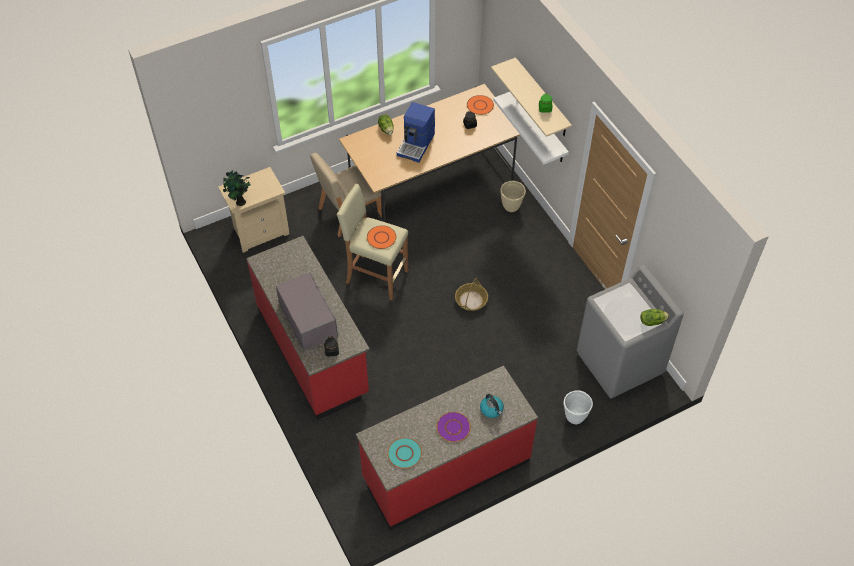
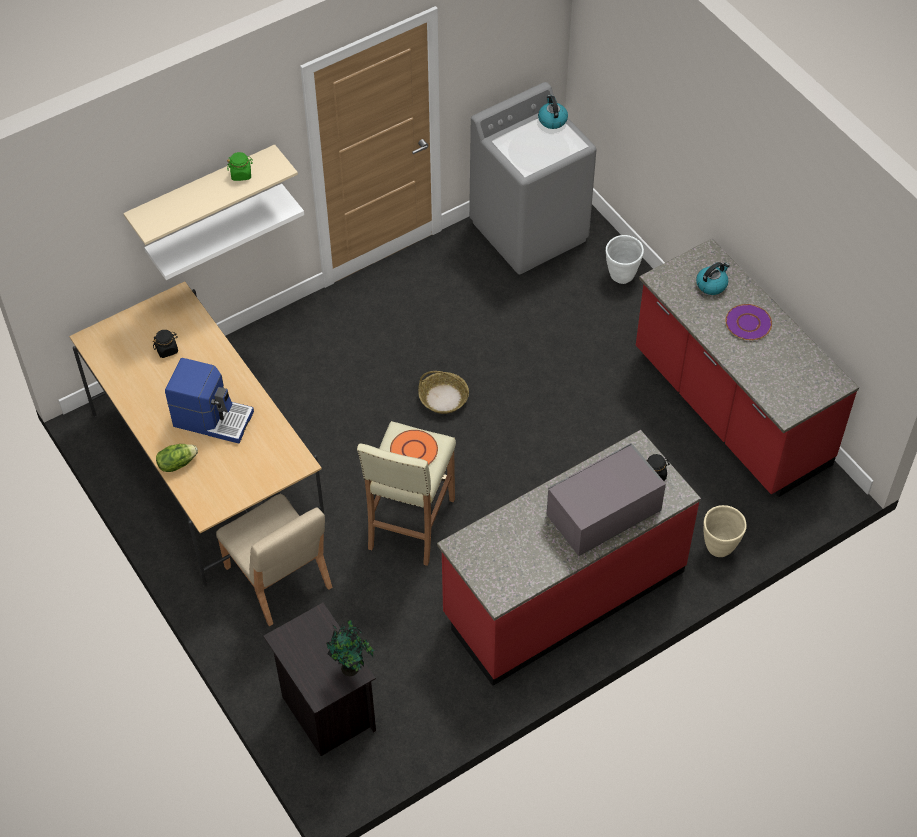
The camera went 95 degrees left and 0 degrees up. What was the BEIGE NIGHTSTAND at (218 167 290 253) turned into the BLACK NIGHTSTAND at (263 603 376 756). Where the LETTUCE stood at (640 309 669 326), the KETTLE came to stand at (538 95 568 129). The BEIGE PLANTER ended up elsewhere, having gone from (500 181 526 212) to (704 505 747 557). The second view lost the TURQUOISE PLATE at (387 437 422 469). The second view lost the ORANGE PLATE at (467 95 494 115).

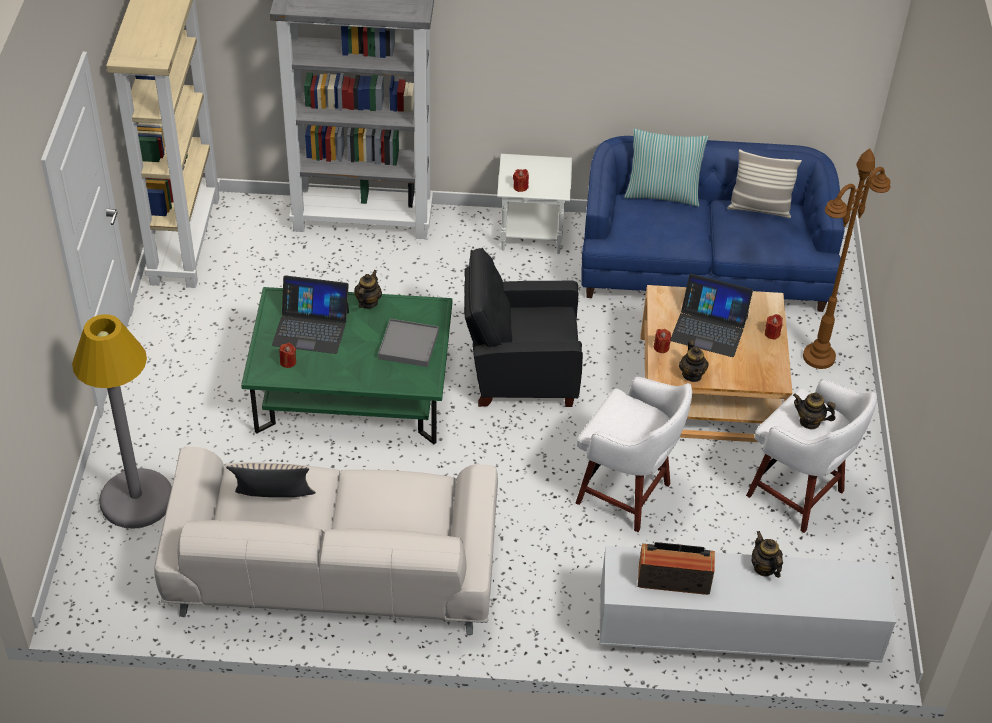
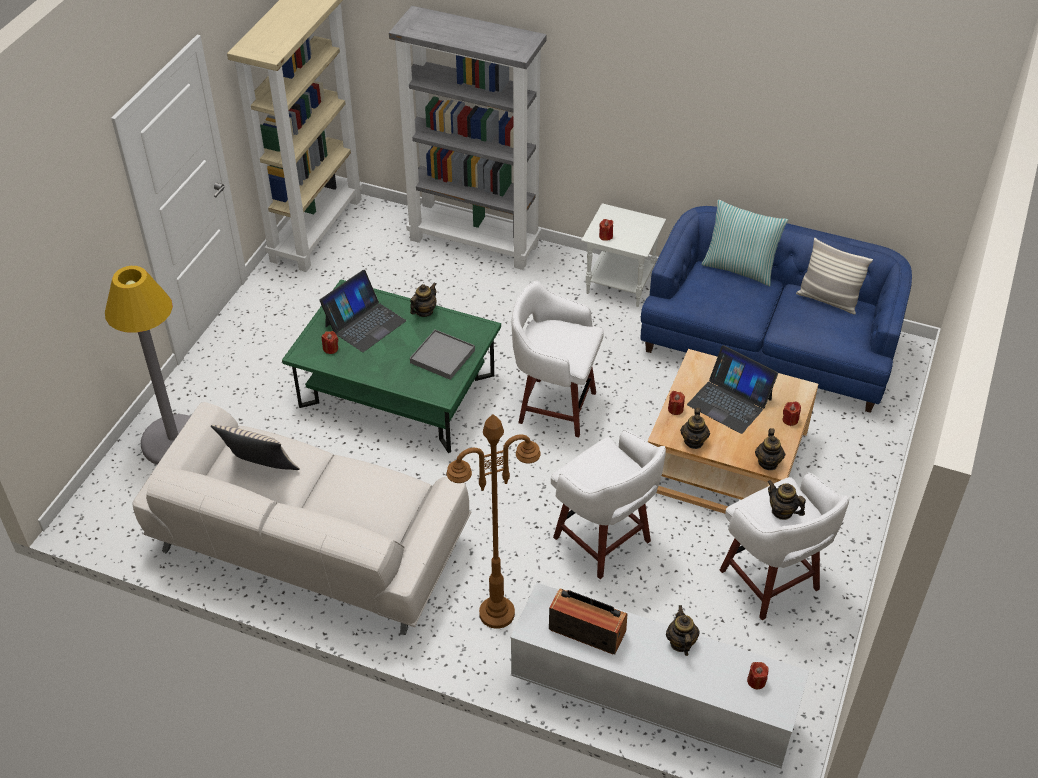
The camera went 20 degrees right and 0 degrees up. The LAPTOP at (272 275 349 354) ended up facing another way, 75 degrees counterclockwise from before. The BROWN FLOOR LAMP ended up elsewhere, having gone from (803 149 891 369) to (447 414 541 629). Where the BLACK ARMCHAIR stood at (464 248 583 407), the WHITE STOOL came to stand at (512 281 604 437). The second view gained the RED CANDLE at (747 662 769 689). The second view gained the TEAPOT at (755 428 785 470).

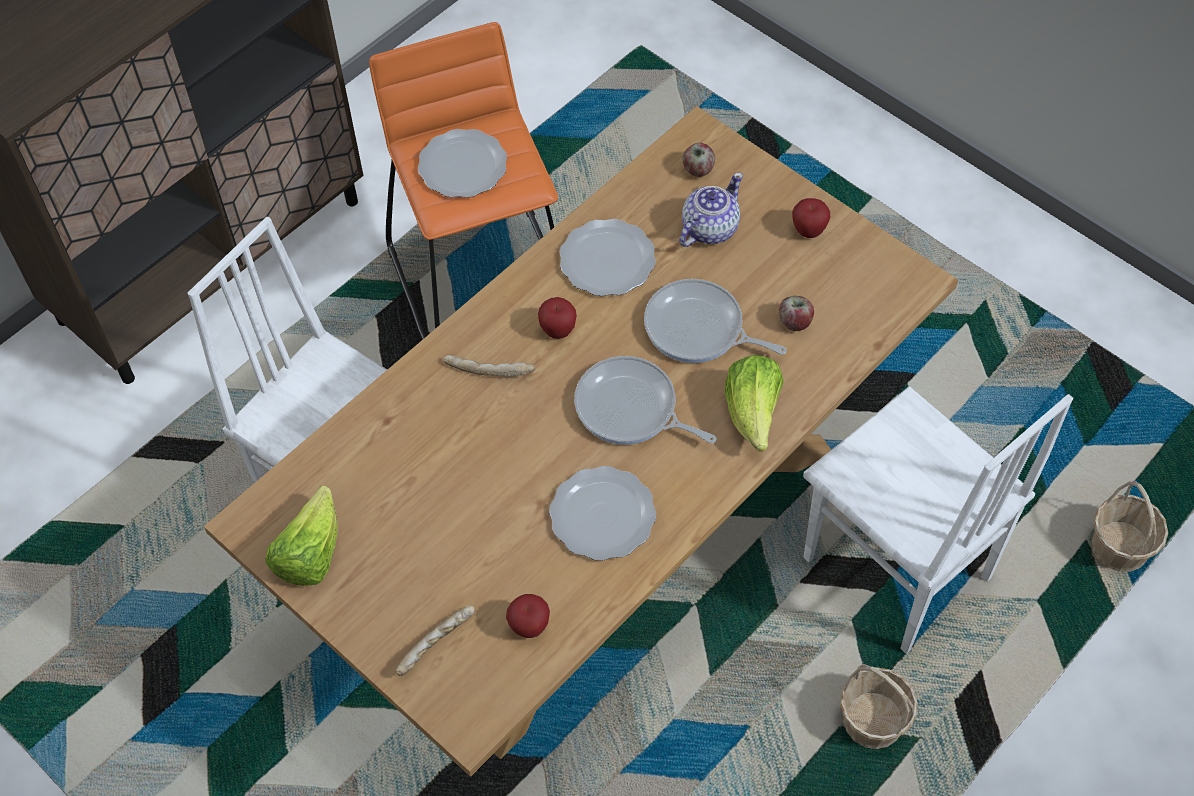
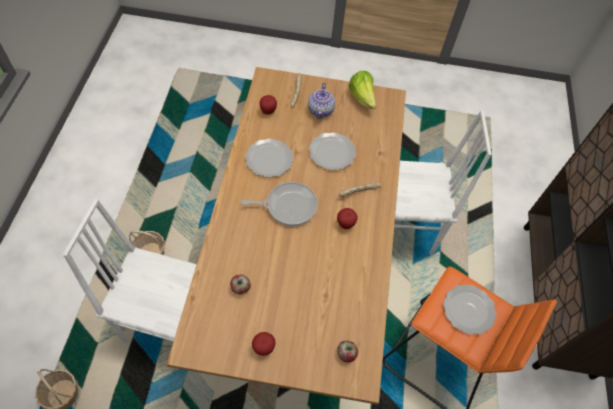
The camera went 140 degrees right and 0 degrees up. The TEAPOT ended up elsewhere, having gone from (679 173 743 247) to (308 82 335 119). The PLATE ended up elsewhere, having gone from (559 219 656 296) to (309 133 356 170). The second view lost the FRYING PAN at (644 279 787 363). The second view lost the LETTUCE at (724 355 784 451).

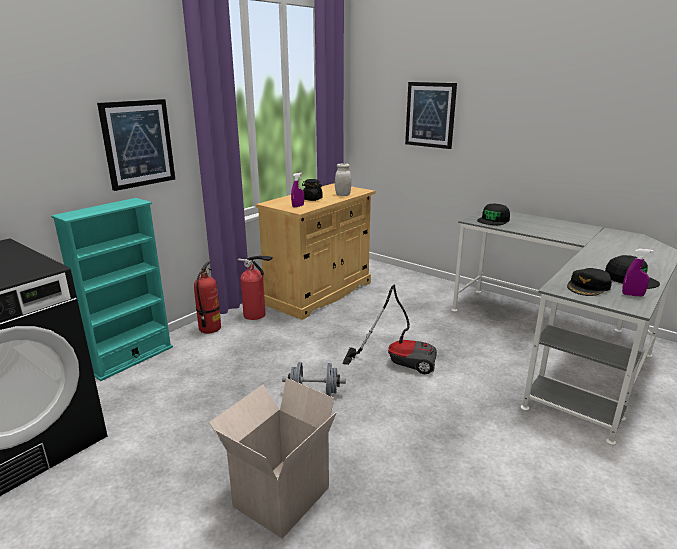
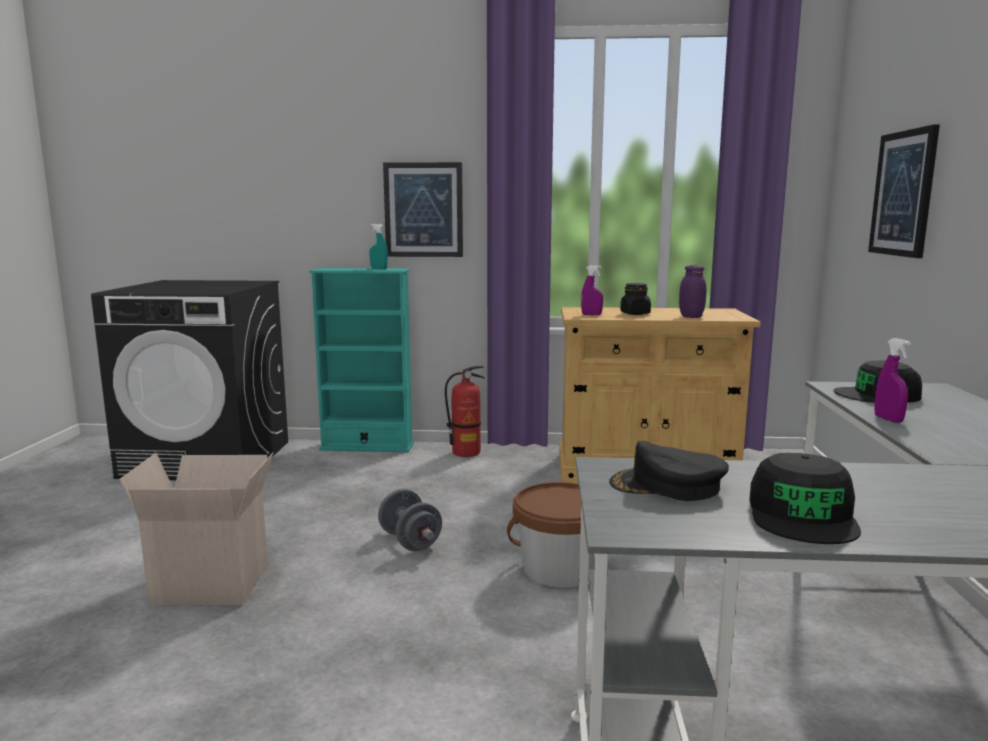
The camera went 55 degrees right and 10 degrees down. The second view gained the TURQUOISE SPRAY BOTTLE at (370 224 388 269). Where the VACUUM CLEANER stood at (343 284 437 374), the BROWN BUCKET came to stand at (507 482 595 588). What was the WHITE JAR at (335 163 352 196) turned into the PURPLE JAR at (679 265 706 318). The PURPLE SPRAY BOTTLE ended up elsewhere, having gone from (622 249 654 297) to (874 338 911 423). The second view lost the FIRE EXTINGUISHER at (238 256 273 320).

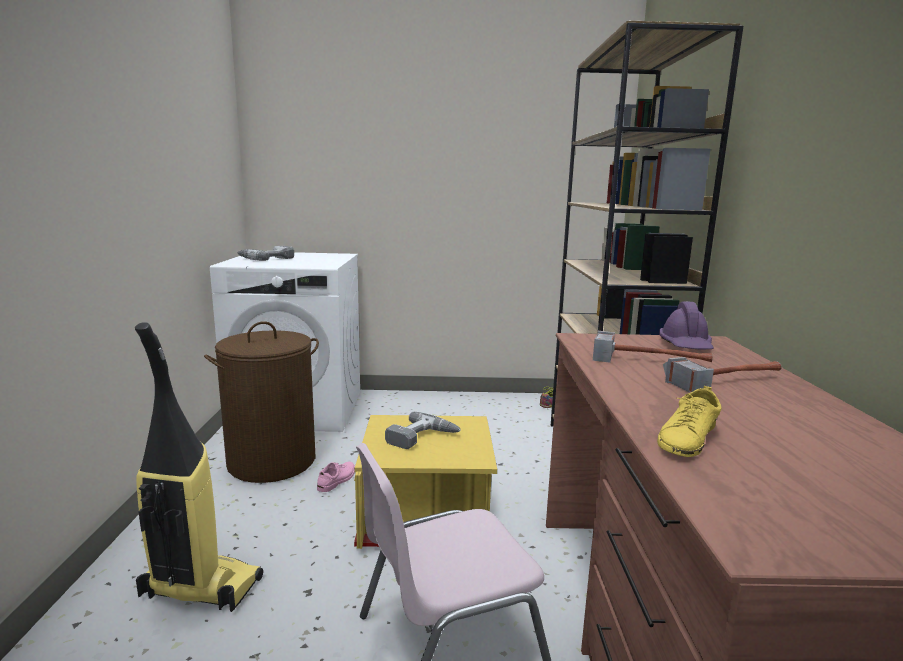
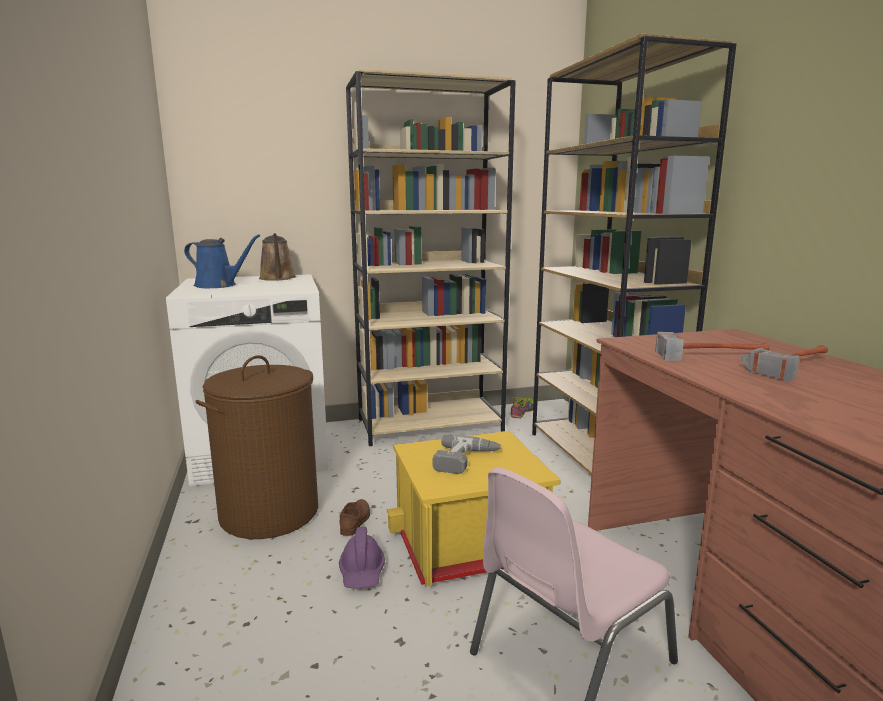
The camera went 15 degrees left and 0 degrees up. Where the POWER DRILL stood at (238 246 294 261), the BLUE WATERING CAN came to stand at (184 234 260 288). The second view gained the BROWN WATERING CAN at (259 233 297 280). The PURPLE HARD HAT ended up elsewhere, having gone from (659 301 714 349) to (339 527 385 589). What was the PINK SHOE at (317 462 355 492) turned into the BROWN SHOE at (340 499 370 536). The second view gained the BEIGE BOOKCASE at (346 68 516 446). The second view lost the VACUUM CLEANER at (135 322 263 612). The second view lost the YELLOW SHOE at (657 386 722 457).

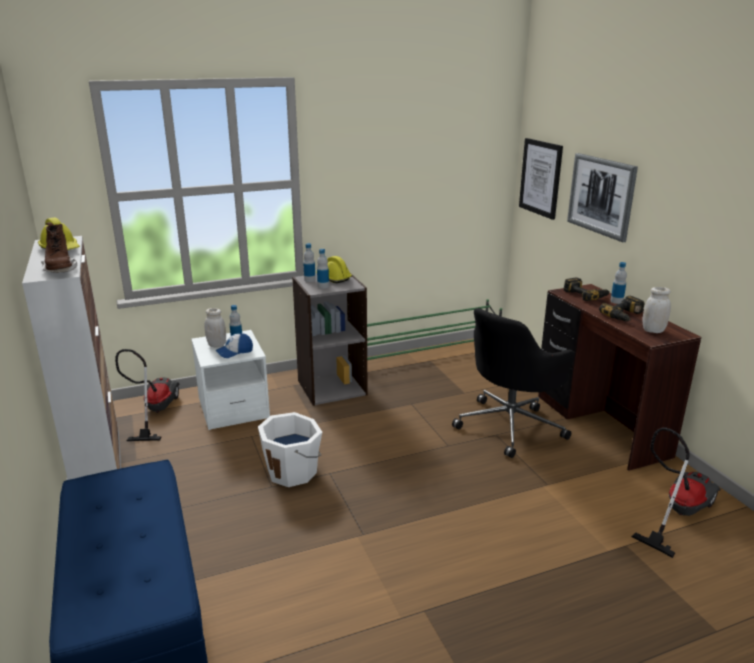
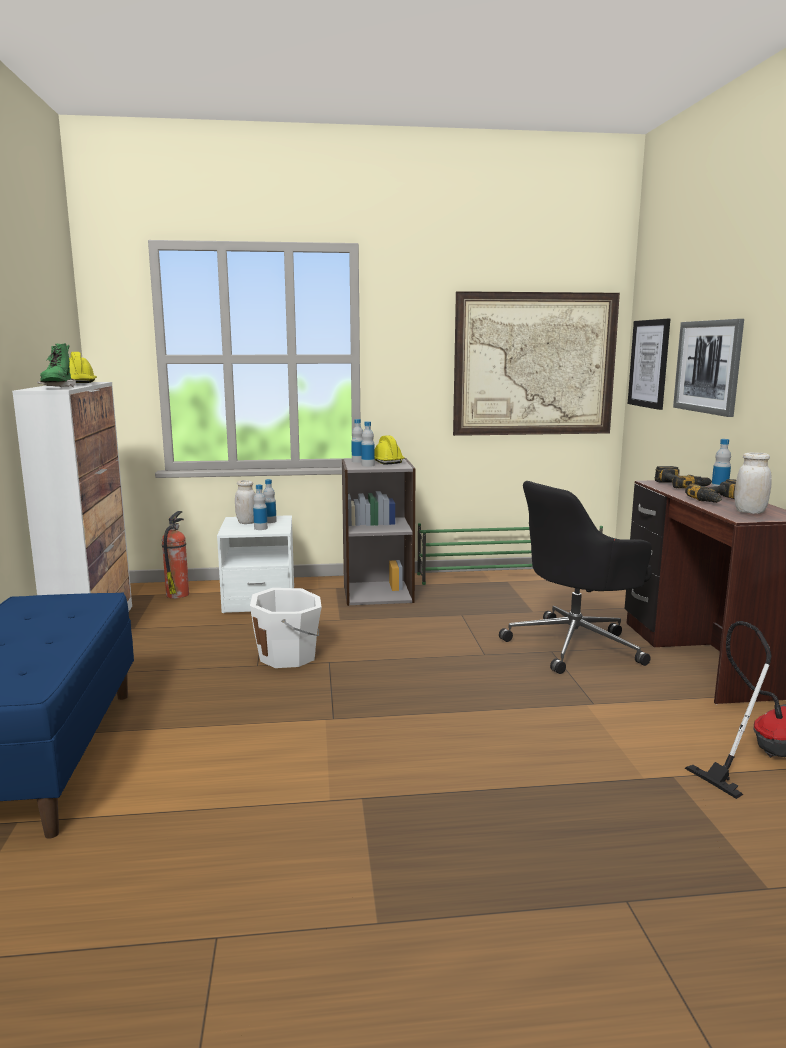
The camera went 15 degrees right and 10 degrees down. What was the BROWN BOOT at (41 222 77 273) turned into the GREEN BOOT at (37 343 76 387). Where the VACUUM CLEANER stood at (115 349 179 441), the FIRE EXTINGUISHER came to stand at (162 511 189 599). Where the CAP stood at (215 333 253 358), the BOTTLE came to stand at (253 485 268 530). The second view gained the PICTURE at (453 291 620 436).

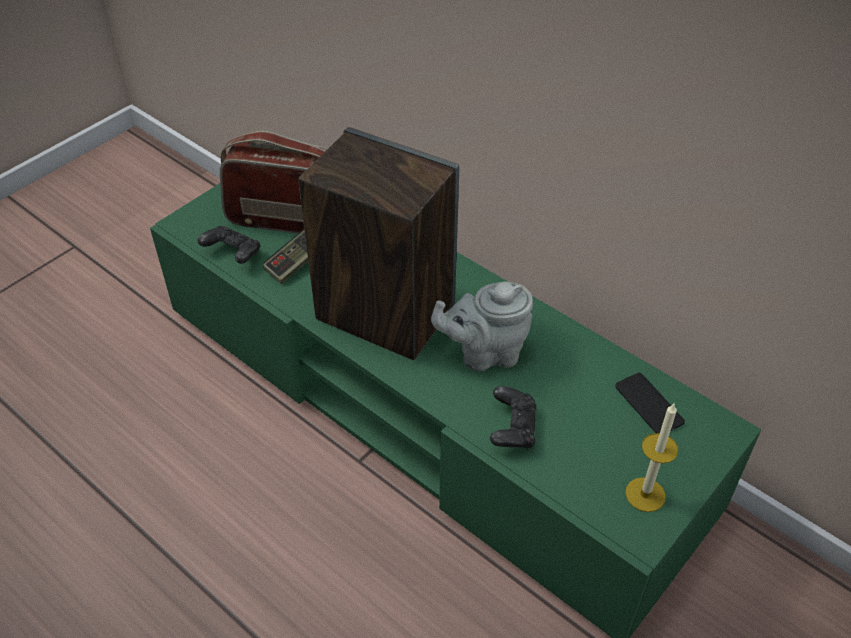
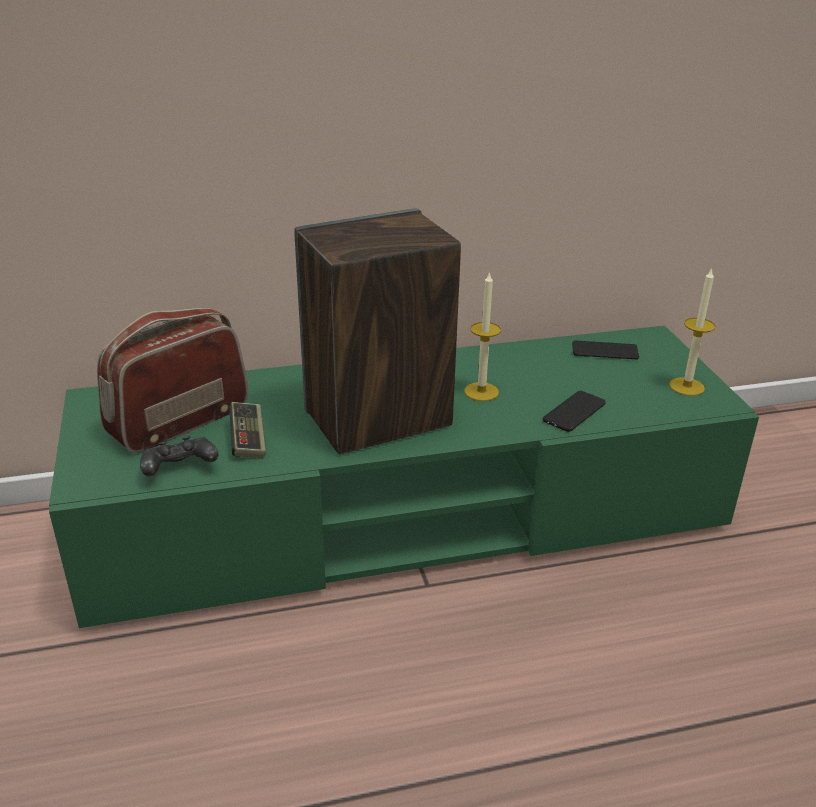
The camera went 55 degrees left and 15 degrees down. Where the GREY TEAPOT stood at (431 282 533 371), the CANDLE came to stand at (464 271 501 401). Where the BLACK GAME CONTROLLER stood at (490 386 537 449), the PHONE came to stand at (543 390 606 432).

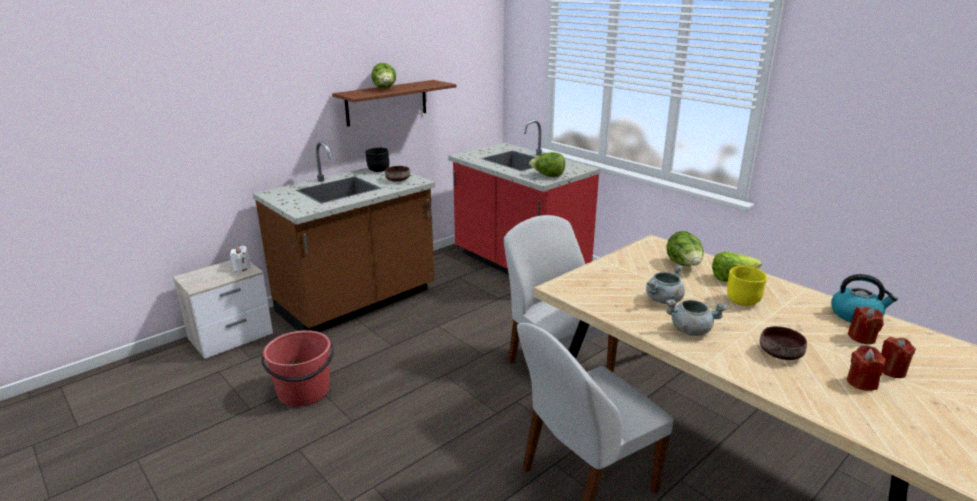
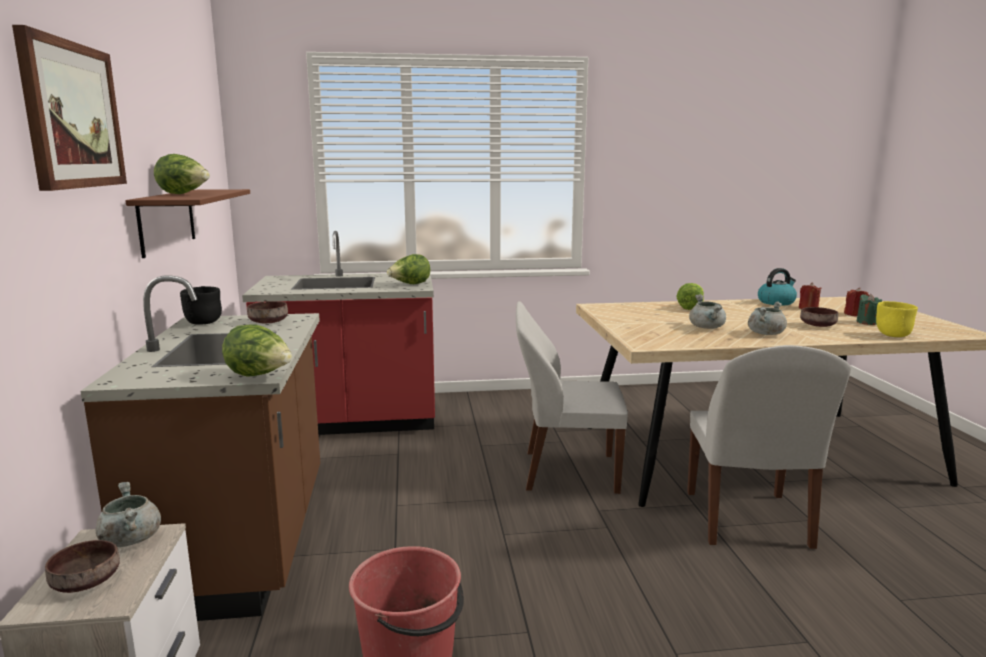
The camera went 55 degrees left and 10 degrees down. The second view gained the PICTURE at (12 25 127 191). The second view gained the BROWN BOWL at (45 540 120 593). Where the WHITE CANDLE stood at (230 246 251 272), the GREY COOKING POT came to stand at (96 482 161 547). The LETTUCE ended up elsewhere, having gone from (667 231 703 266) to (222 325 292 377). What was the RED CANDLE at (847 345 885 391) turned into the GREEN CANDLE at (857 294 882 325). The YELLOW BOWL ended up elsewhere, having gone from (727 266 767 306) to (876 301 918 337).

